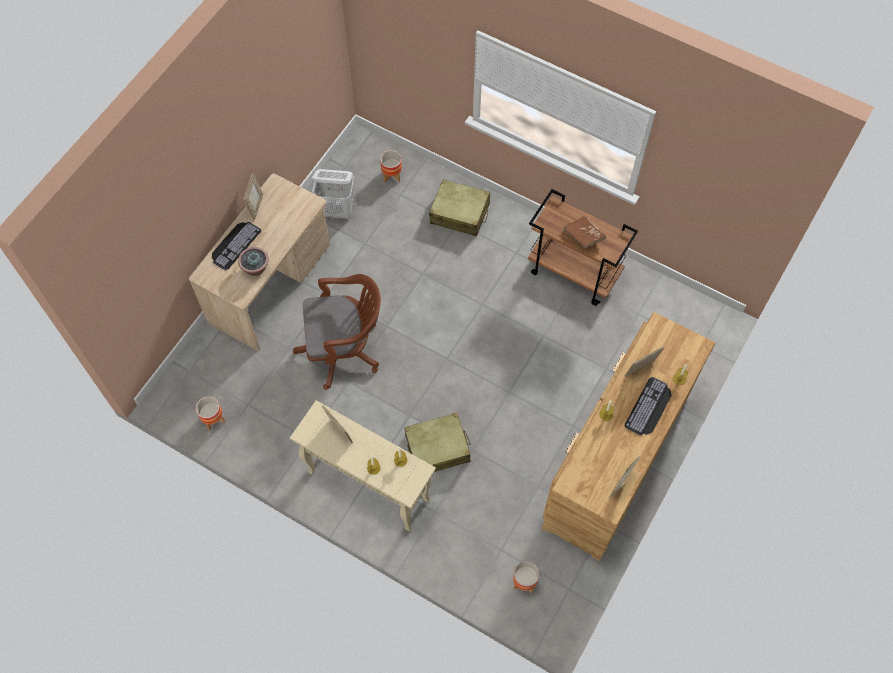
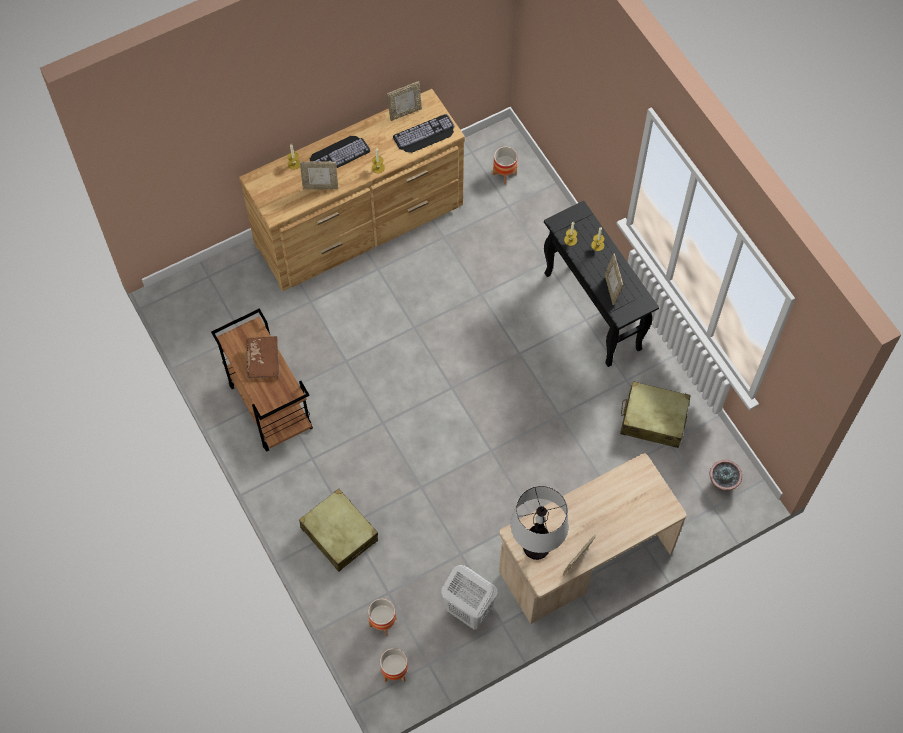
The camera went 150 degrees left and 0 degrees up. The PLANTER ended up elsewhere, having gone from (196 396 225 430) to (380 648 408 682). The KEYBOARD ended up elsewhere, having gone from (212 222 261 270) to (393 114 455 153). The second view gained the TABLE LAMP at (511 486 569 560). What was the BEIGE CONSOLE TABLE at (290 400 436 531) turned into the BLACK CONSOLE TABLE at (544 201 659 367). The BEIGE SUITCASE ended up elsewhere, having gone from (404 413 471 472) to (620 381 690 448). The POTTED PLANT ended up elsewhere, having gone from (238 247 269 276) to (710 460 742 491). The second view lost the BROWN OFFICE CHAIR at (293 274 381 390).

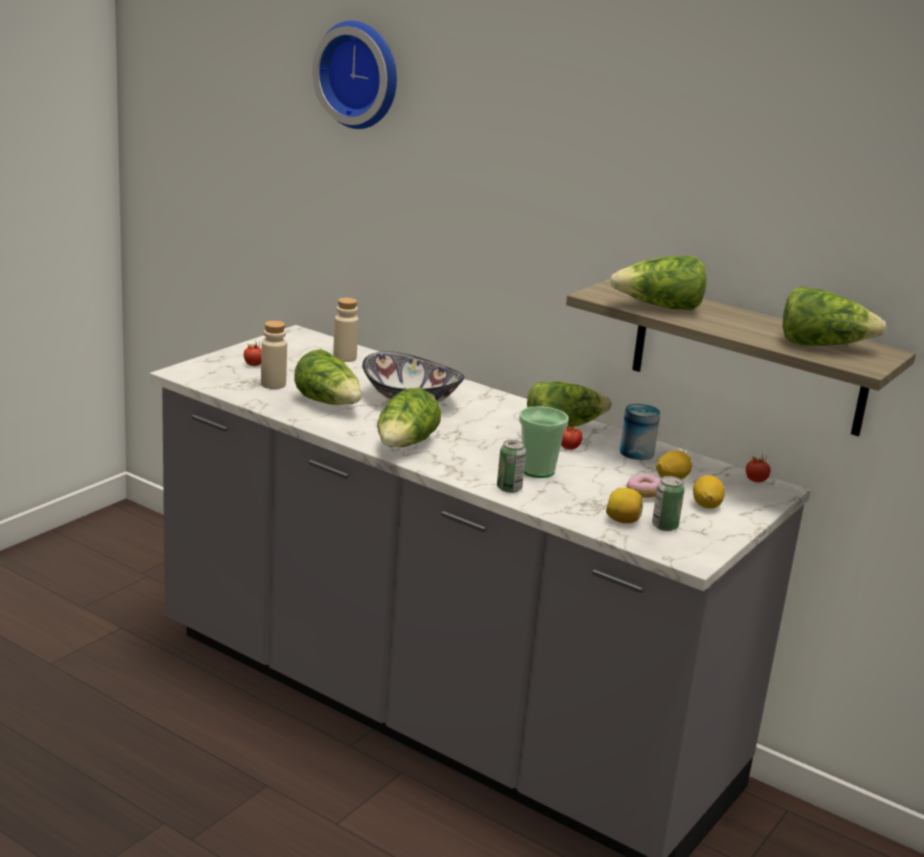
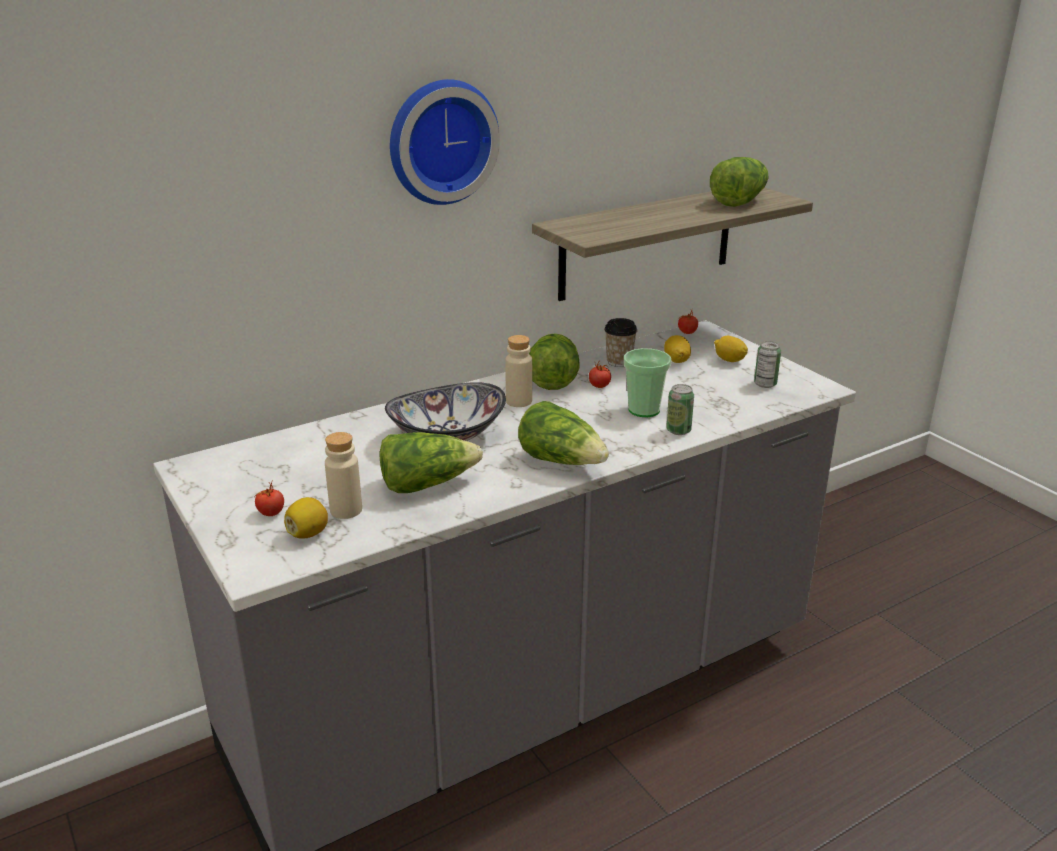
The camera went 65 degrees left and 5 degrees up. The LEMON ended up elsewhere, having gone from (606 488 643 523) to (284 497 328 539). The WALL CLOCK ended up elsewhere, having gone from (312 21 397 129) to (390 79 500 205). The BEIGE BOTTLE ended up elsewhere, having gone from (333 298 359 362) to (505 335 532 407). Where the CAN stood at (620 404 660 460), the CUP came to stand at (604 318 638 367). The second view lost the LETTUCE at (610 256 706 310). The second view lost the DONUT at (627 475 661 498).

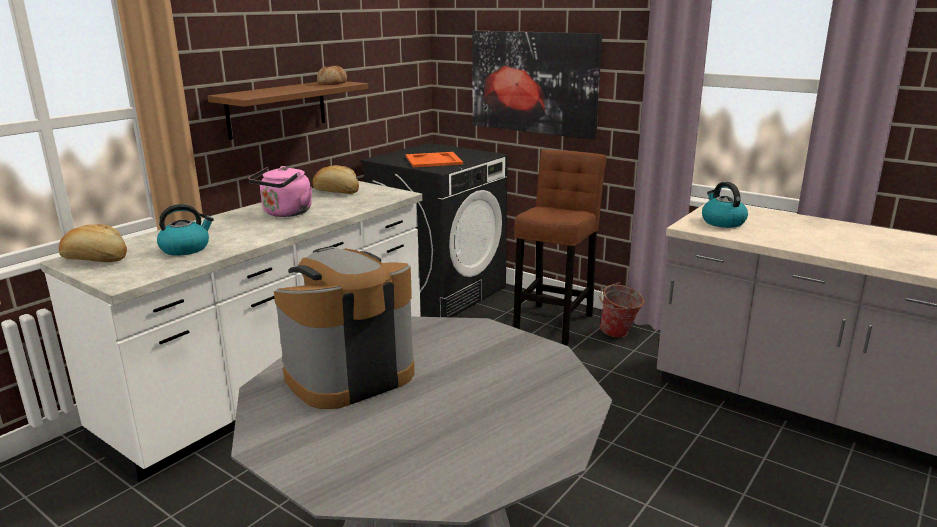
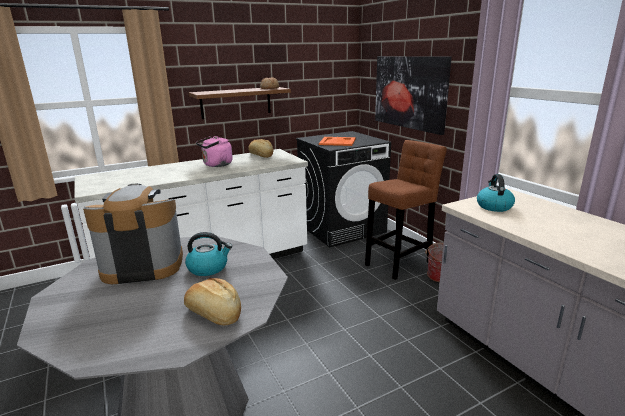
The camera went 25 degrees right and 0 degrees up. The BREAD ended up elsewhere, having gone from (59 224 127 262) to (184 278 241 325). The KETTLE ended up elsewhere, having gone from (157 204 214 256) to (185 232 232 276).

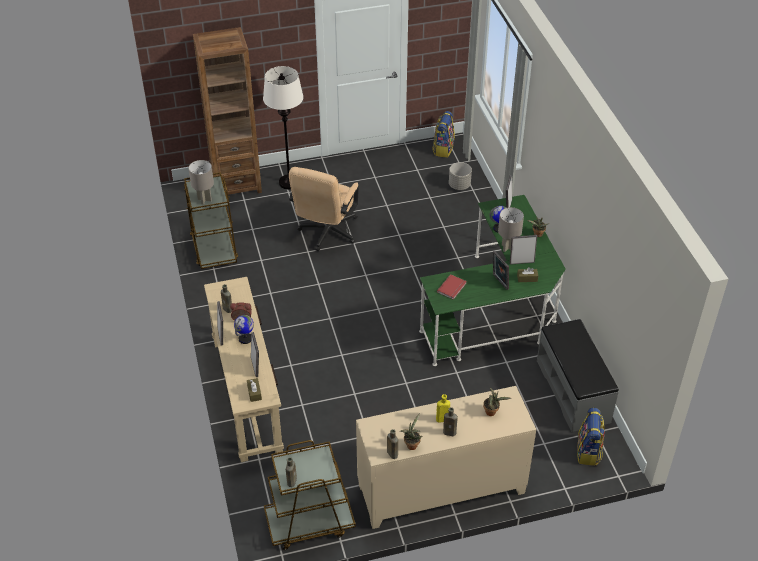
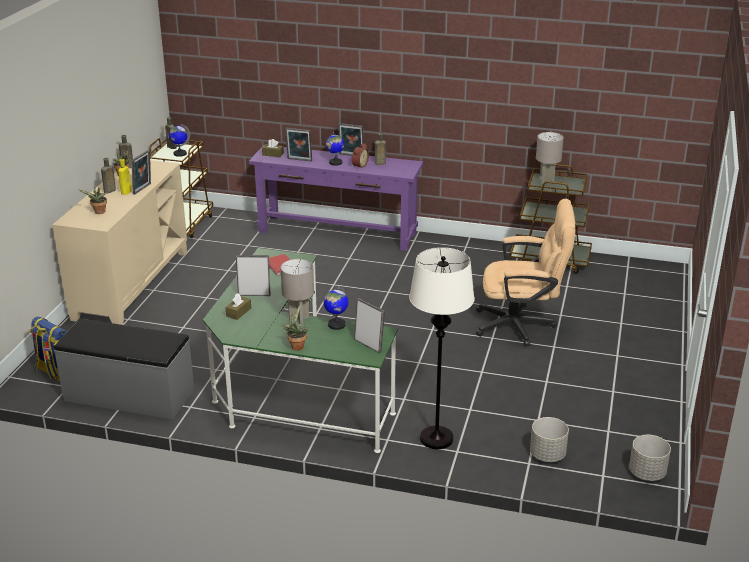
The camera went 120 degrees right and 15 degrees down. The PICTURE FRAME ended up elsewhere, having gone from (510 235 537 265) to (131 150 151 195). The second view gained the GLOBE at (169 124 190 157). What was the BEIGE CONSOLE TABLE at (204 277 284 462) turned into the PURPLE CONSOLE TABLE at (249 145 423 251). The WHITE FLOOR LAMP ended up elsewhere, having gone from (263 66 303 189) to (409 247 475 449). The BEIGE OFFICE CHAIR at (289 167 359 251) ended up facing another way, 135 degrees clockwise from before. Where the BACKPACK stood at (432 111 455 158), the GREY PLANTER came to stand at (629 435 671 481). The second view lost the BROWN BOOKCASE at (193 27 262 195).

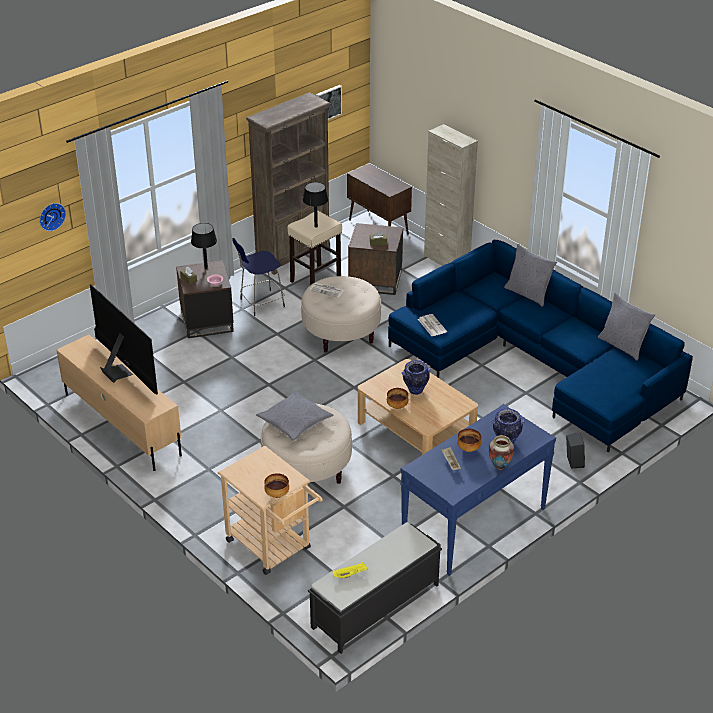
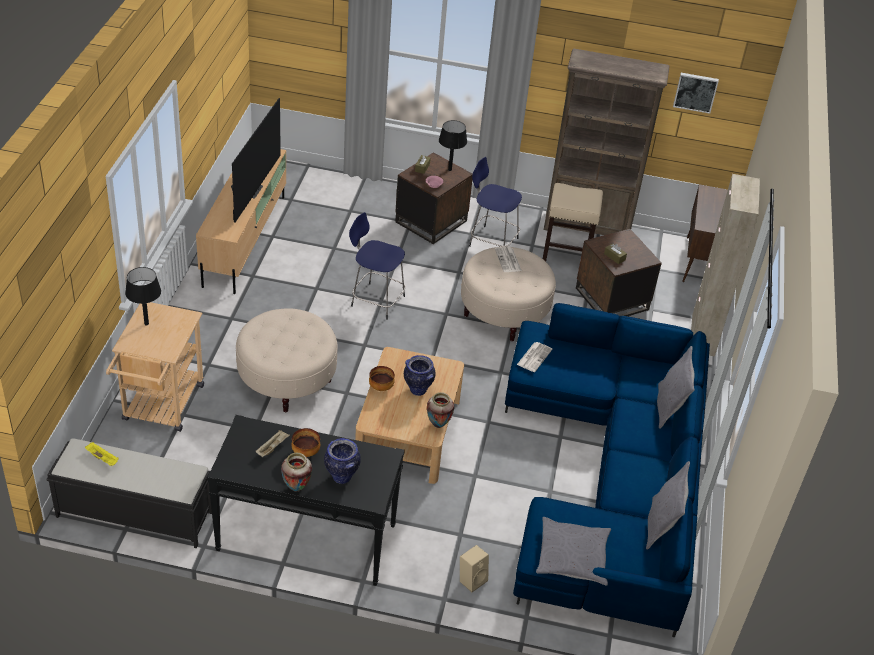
The camera went 50 degrees right and 5 degrees up. The BLACK TABLE LAMP ended up elsewhere, having gone from (303 182 328 228) to (125 267 161 325). What was the BLUE CONSOLE TABLE at (400 404 556 576) turned into the BLACK CONSOLE TABLE at (207 415 405 586). The second view gained the BLUE STOOL at (349 212 406 320). The second view gained the VASE at (427 392 454 428). What was the BLACK SPEAKER at (566 433 585 469) turned into the BEIGE SPEAKER at (460 545 489 593). The GREY PILLOW ended up elsewhere, having gone from (256 391 334 441) to (536 517 611 586). The second view lost the WALL CLOCK at (39 203 66 231). The second view lost the BOWL at (264 473 289 498).

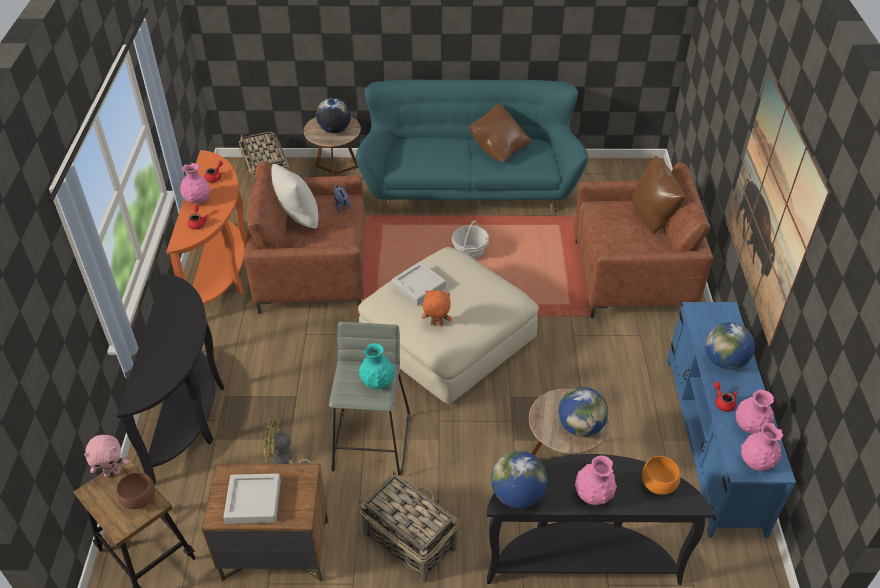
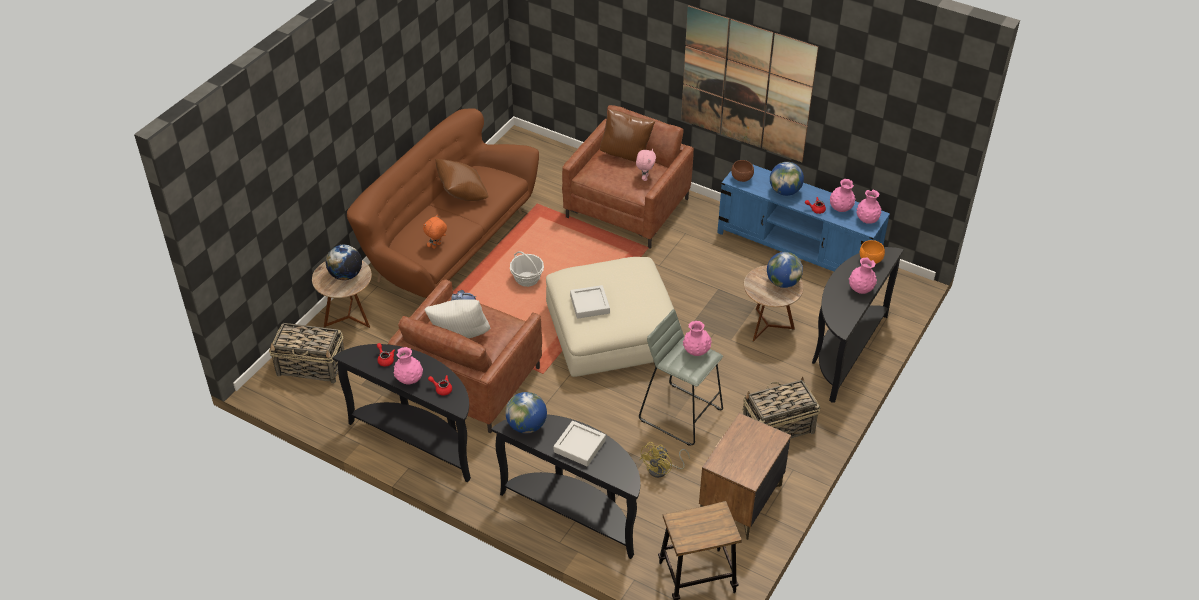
The camera went 60 degrees left and 0 degrees up. What was the ORANGE CONSOLE TABLE at (166 150 246 305) turned into the BLACK CONSOLE TABLE at (333 344 471 482). What was the TURQUOISE SOFA at (356 80 588 213) turned into the BROWN SOFA at (347 108 539 298). The ORANGE PLUSH TOY ended up elsewhere, having gone from (422 290 452 326) to (423 215 447 249). The GLOBE ended up elsewhere, having gone from (491 451 547 508) to (505 392 547 433). The GREY TRAY ended up elsewhere, having gone from (224 473 281 524) to (554 421 606 466). The PINK PLUSH TOY ended up elsewhere, having gone from (84 435 128 477) to (636 149 656 181). What was the TURQUOISE VASE at (359 343 395 389) turned into the PINK VASE at (683 321 712 356). The BROWN BOWL ended up elsewhere, having gone from (116 472 155 509) to (731 160 754 182).

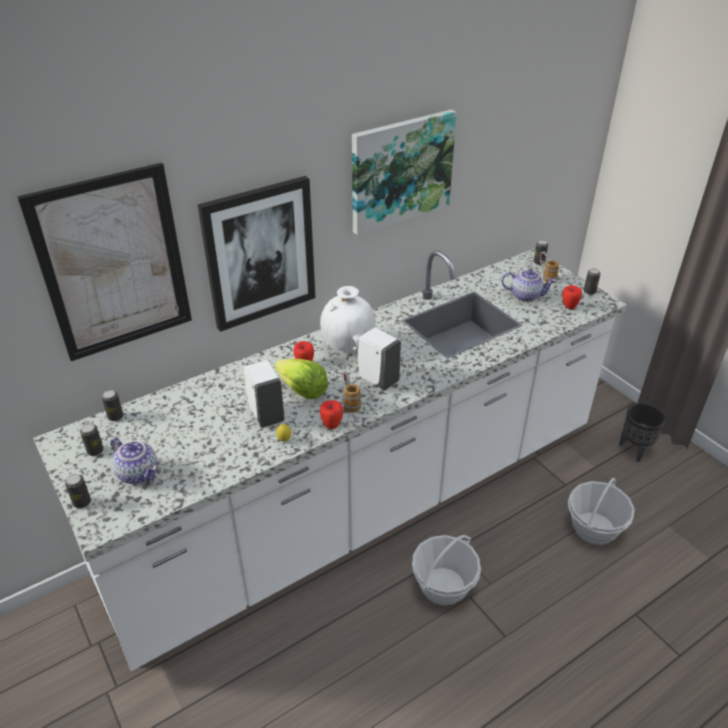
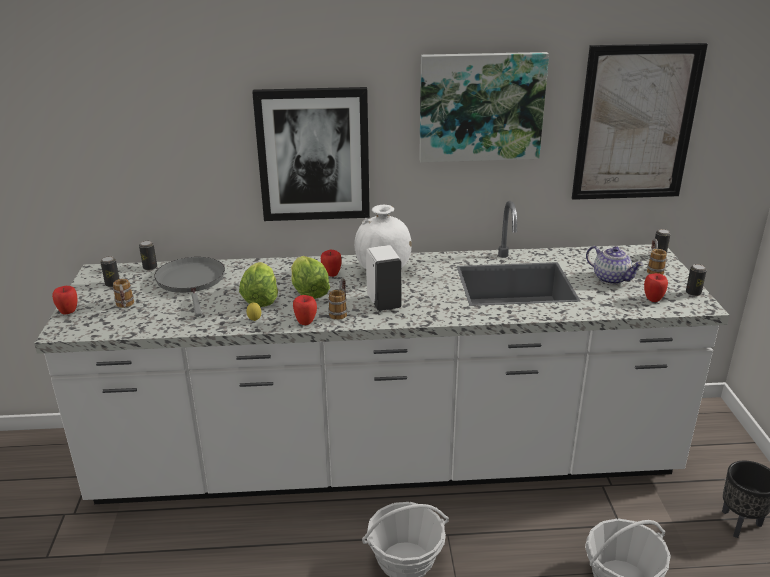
The camera went 30 degrees right and 10 degrees down. Where the CAN stood at (65 474 91 509), the APPLE came to stand at (52 286 77 314). Where the TEAPOT stood at (111 437 158 484), the MUG came to stand at (113 279 134 308). The second view gained the GREY FRYING PAN at (154 257 225 317). Where the WHITE SOAP DISPENSER stood at (244 360 285 428), the LETTUCE came to stand at (239 262 278 307). The PICTURE ended up elsewhere, having gone from (17 163 192 361) to (572 43 708 200).

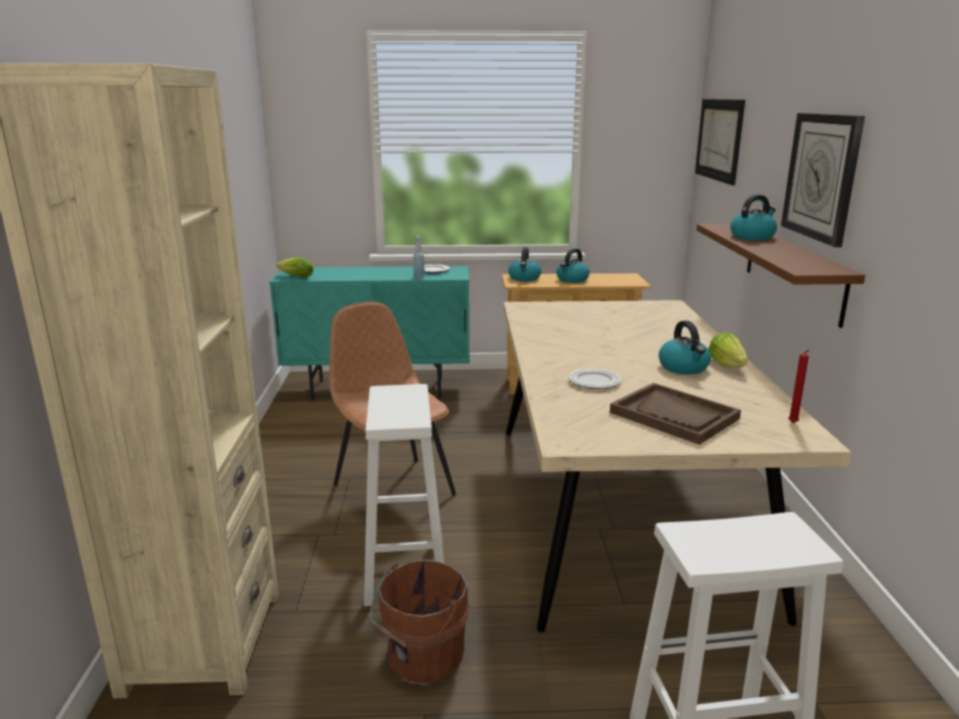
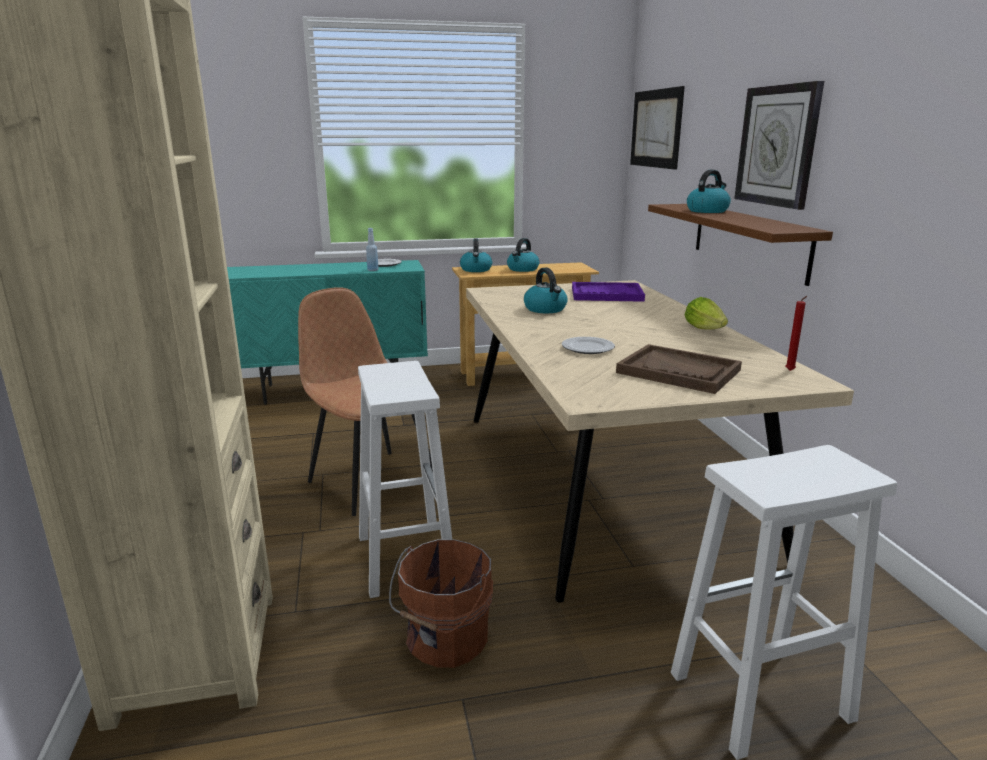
The camera went 10 degrees left and 0 degrees up. The KETTLE ended up elsewhere, having gone from (659 320 711 374) to (524 267 568 313). The second view gained the PURPLE TRAY at (572 282 645 302). The second view lost the LETTUCE at (276 257 313 277).

